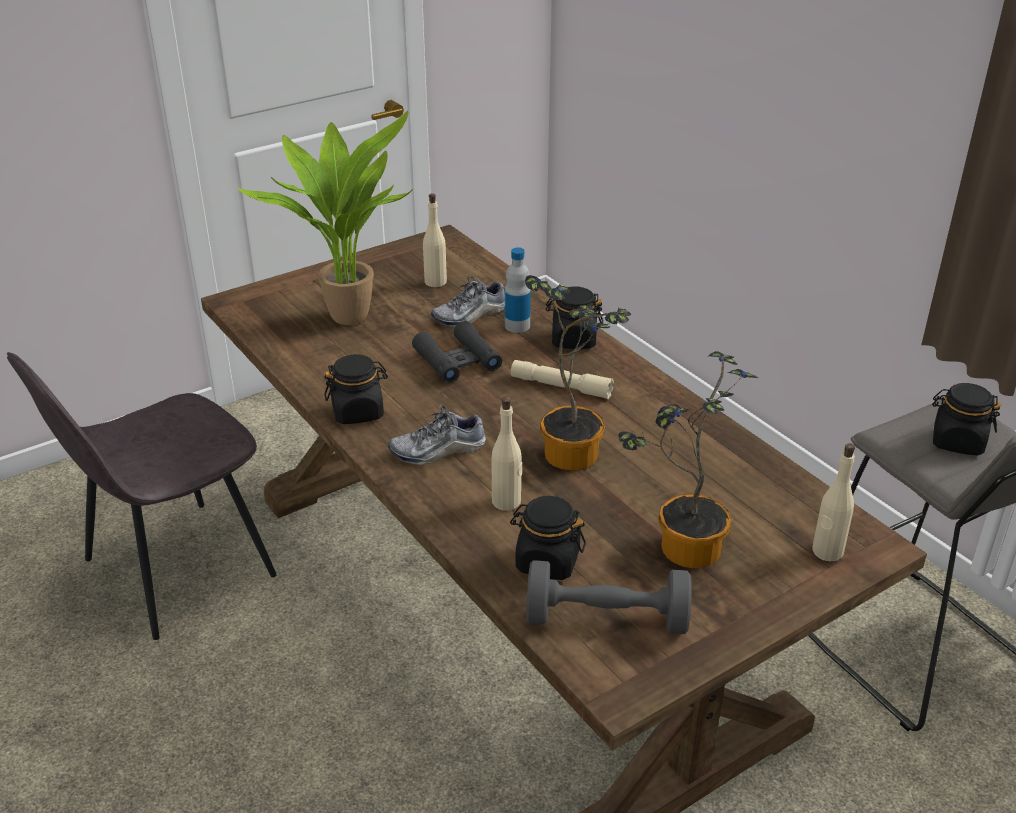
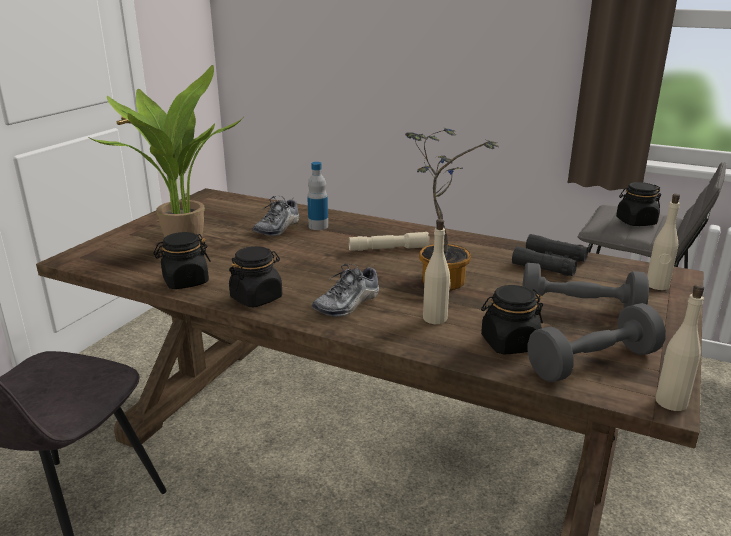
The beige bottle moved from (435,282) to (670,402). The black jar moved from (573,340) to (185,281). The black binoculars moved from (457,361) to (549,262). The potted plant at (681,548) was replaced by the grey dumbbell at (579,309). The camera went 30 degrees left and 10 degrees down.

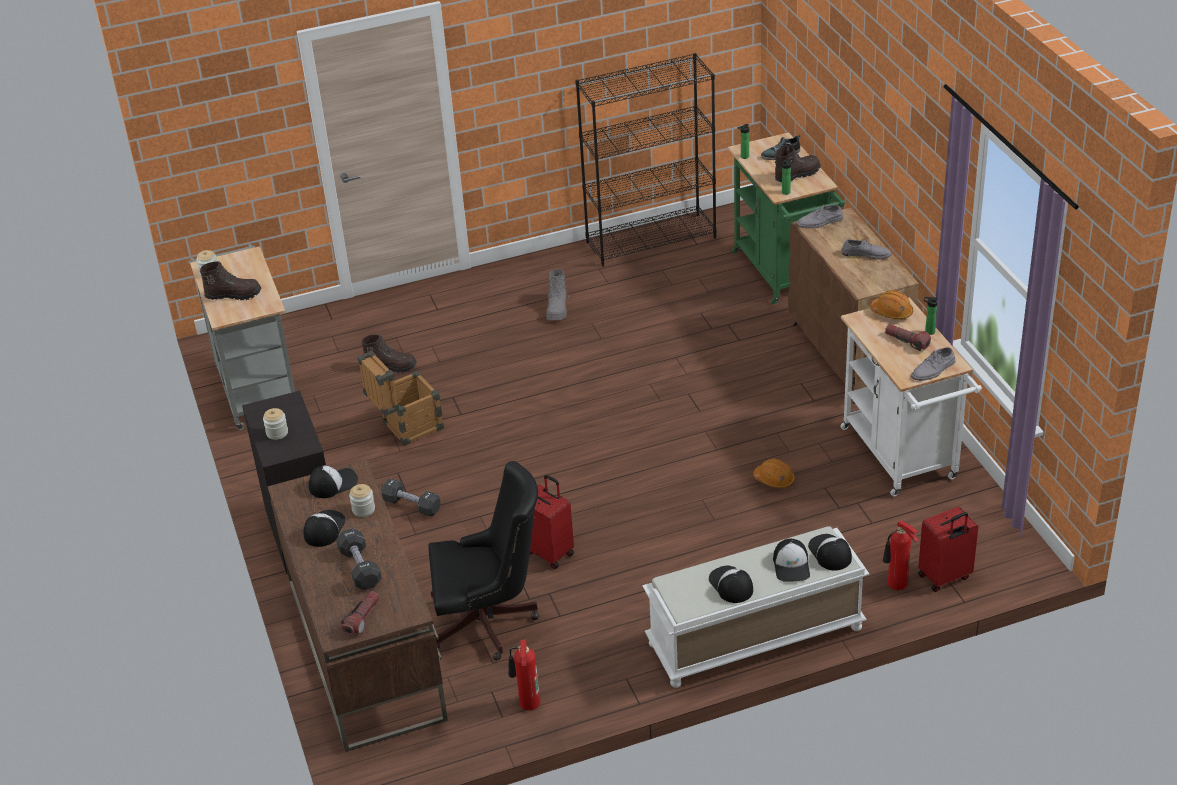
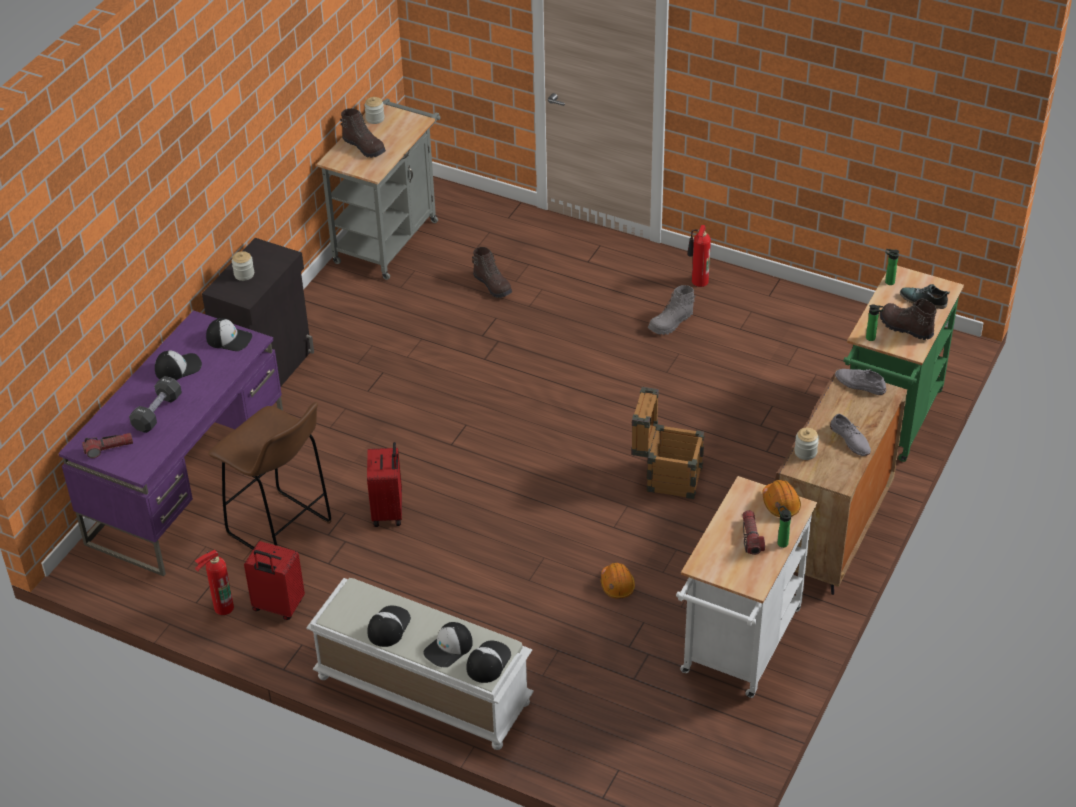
The black bookcase at (651,239) disappeared. The brown boot at (796,175) turned 150 degrees counterclockwise. The grey shoe at (933,370) disappeared. The crate moved from (405,428) to (666,477). The brown desk at (365,650) became the purple desk at (188,485). The black office chair at (489,622) was replaced by the brown stool at (281,530). The black dumbbell at (411,505) disappeared. The jar moved from (363,509) to (805,452). The red suitcase moved from (945,577) to (277,607). The fire extinguisher moved from (897,585) to (698,282). The camera went 45 degrees right and 5 degrees up.

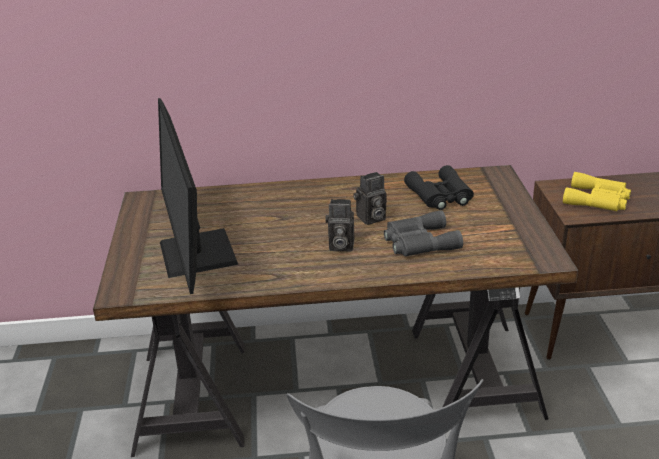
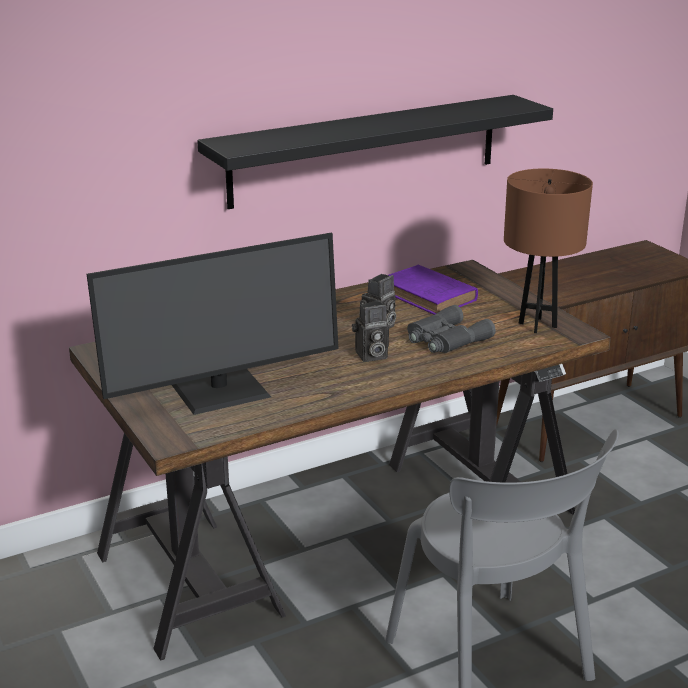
The monitor at (195,253) turned 75 degrees counterclockwise. The black binoculars at (440,196) was replaced by the purple book at (429,296). The yellow binoculars at (598,200) disappeared. The black shelf at (366,150) appeared. The brown table lamp at (537,325) appeared. The camera went 25 degrees left and 5 degrees down.

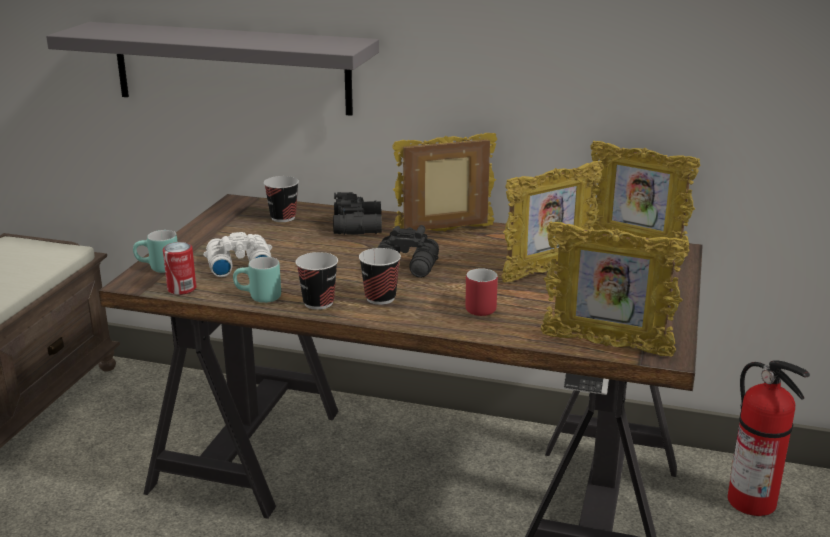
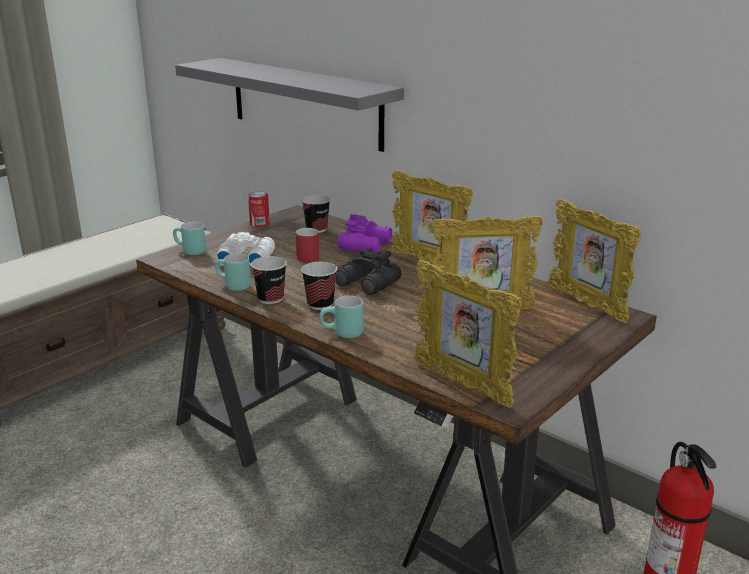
The picture frame at (445,232) turned 150 degrees counterclockwise. The black binoculars at (359,226) became the purple binoculars at (367,245). The can moved from (182,289) to (259,224). The red mug moved from (475,307) to (307,256). The turquoise mug at (342,334) appeared. The camera went 25 degrees right and 0 degrees up.

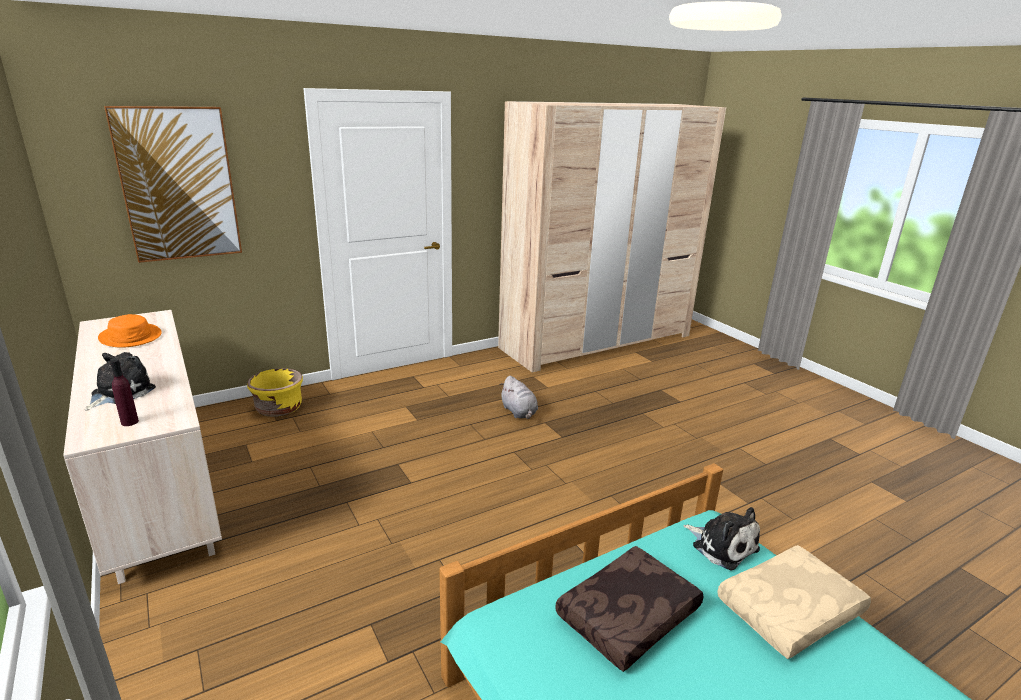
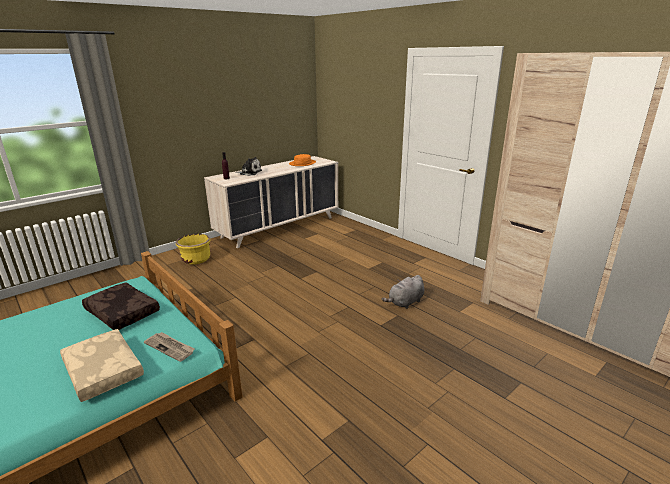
The picture at (178,184) disappeared. The yellow planter moved from (279,409) to (196,260). The plush toy at (722,545) was replaced by the newspaper at (170,347). The camera went 80 degrees right and 0 degrees up.

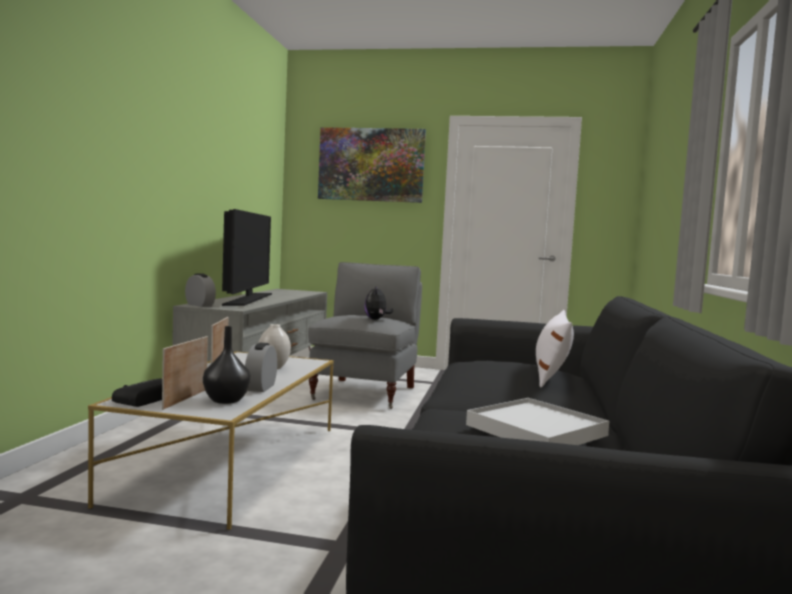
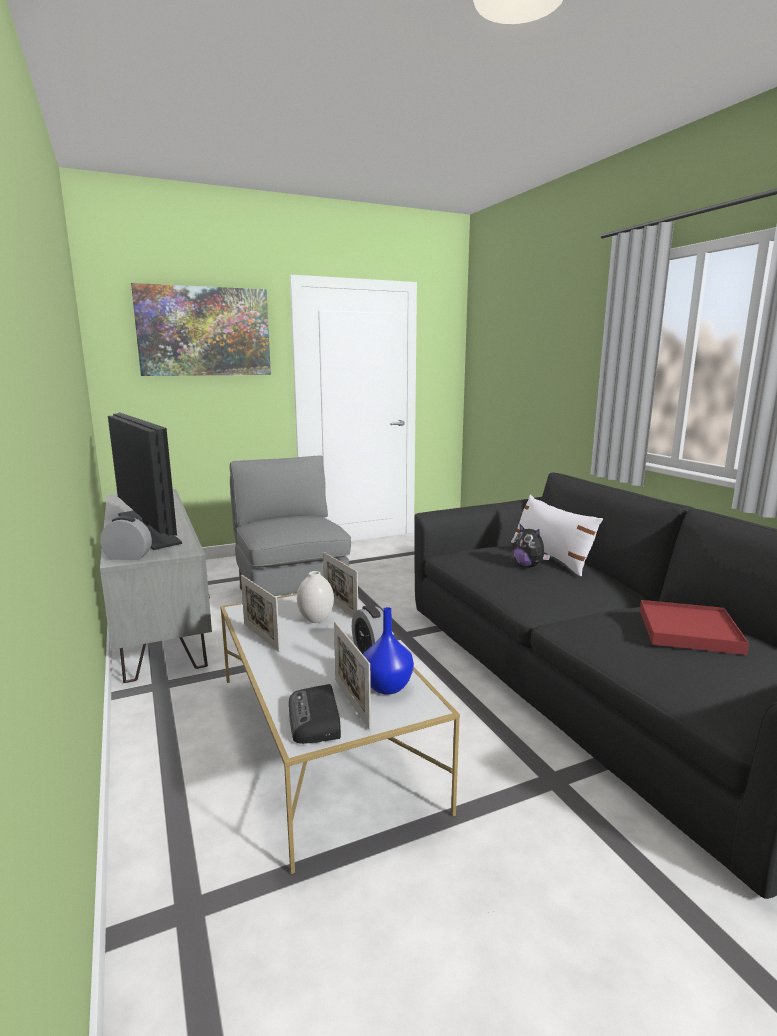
The plush toy moved from (376,319) to (528,566). The black vase at (225,400) became the blue vase at (387,687). The white tray at (535,430) became the red tray at (688,631). The picture frame at (340,608) appeared. The camera went 35 degrees left and 10 degrees up.

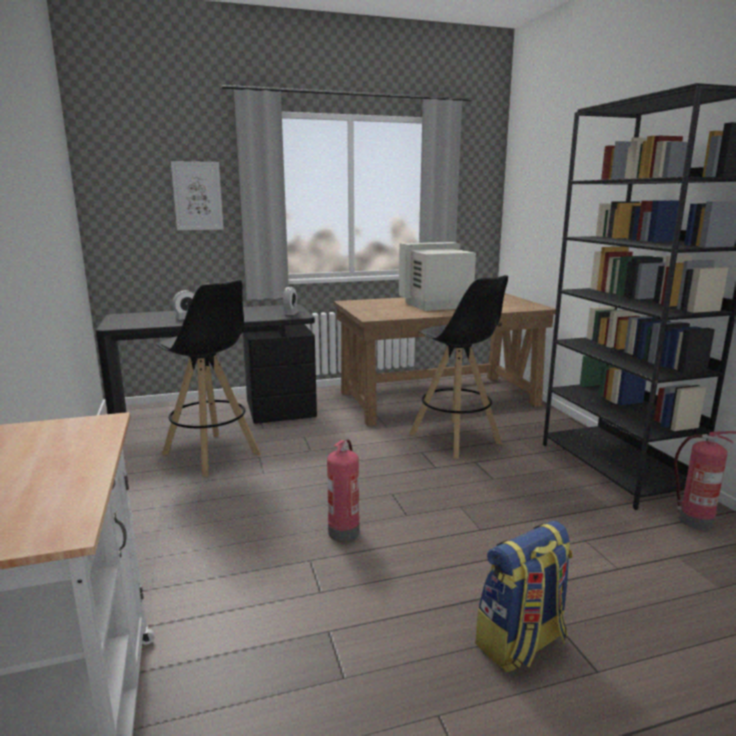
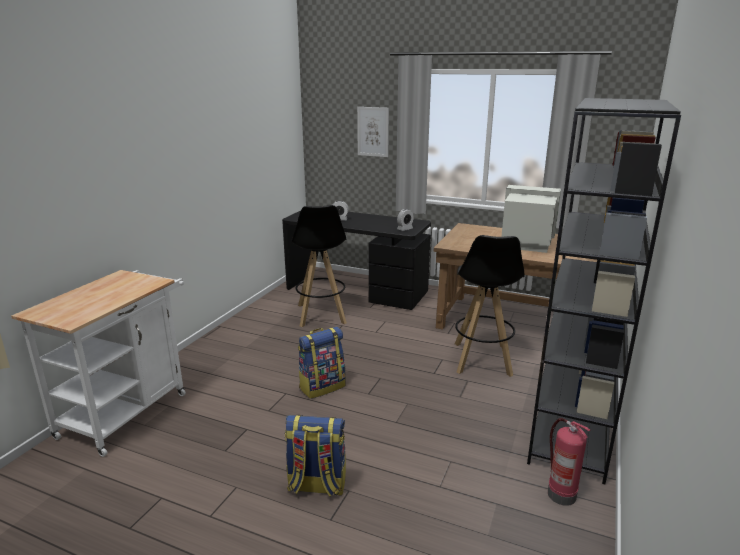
The fire extinguisher at (343,531) was replaced by the backpack at (322,386). The camera went 40 degrees right and 5 degrees up.

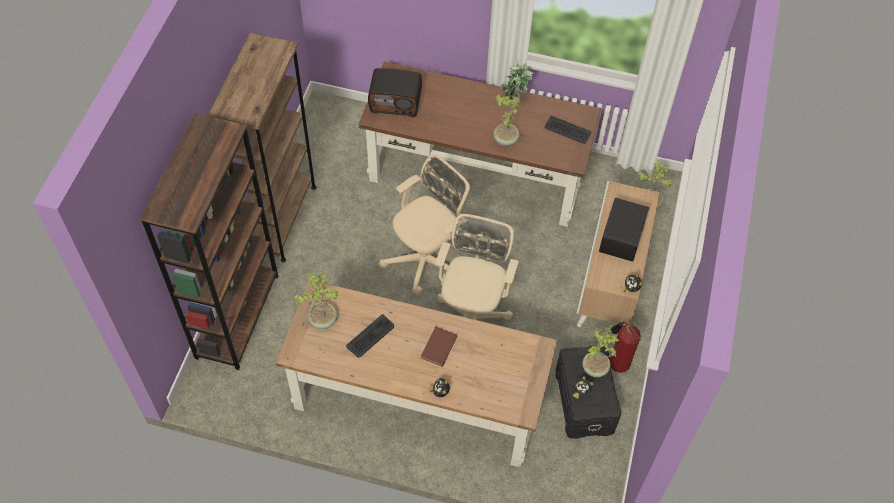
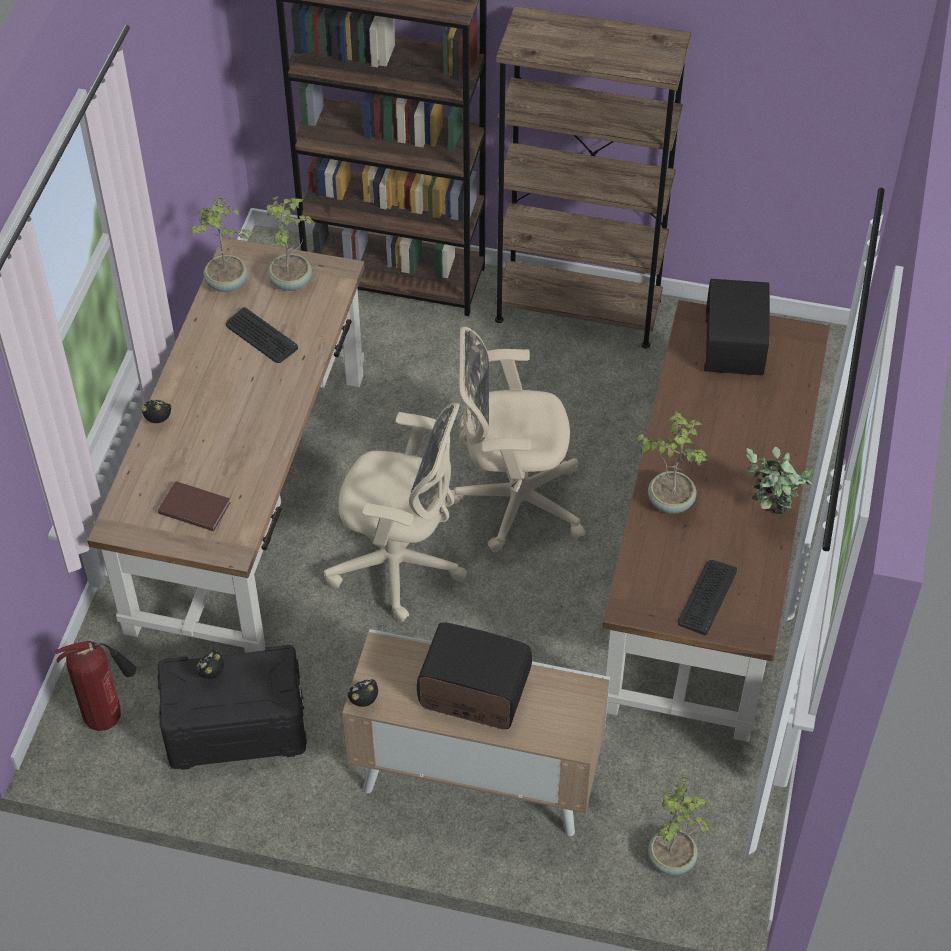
The beige office chair at (427,259) turned 135 degrees clockwise. The fire extinguisher moved from (617,363) to (108,716). The potted plant moved from (596,368) to (227,284). The brown book moved from (437,347) to (194,507). The camera went 90 degrees right and 5 degrees down.

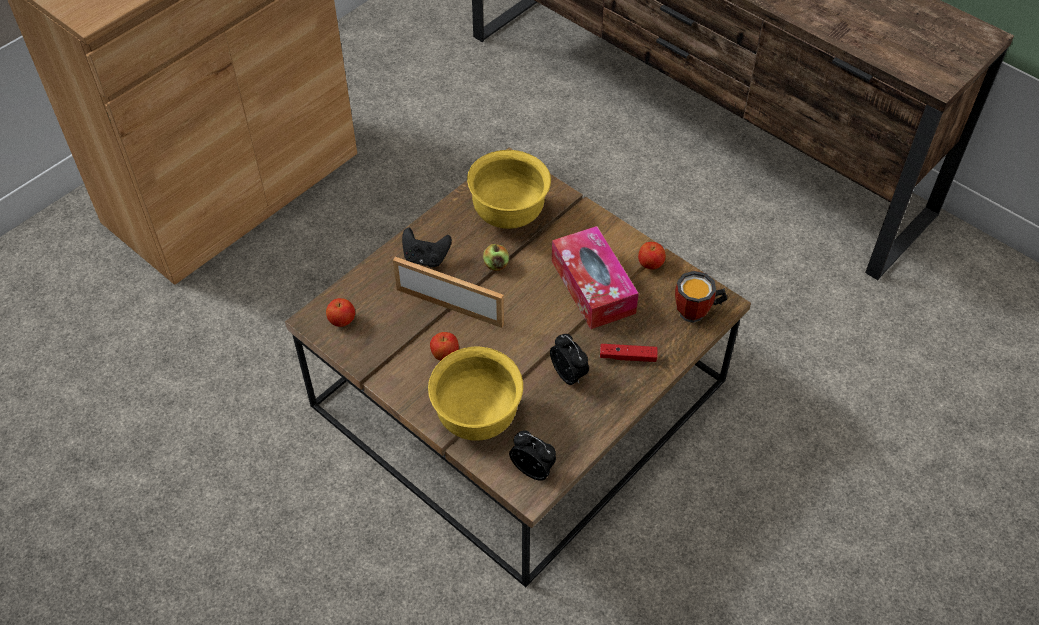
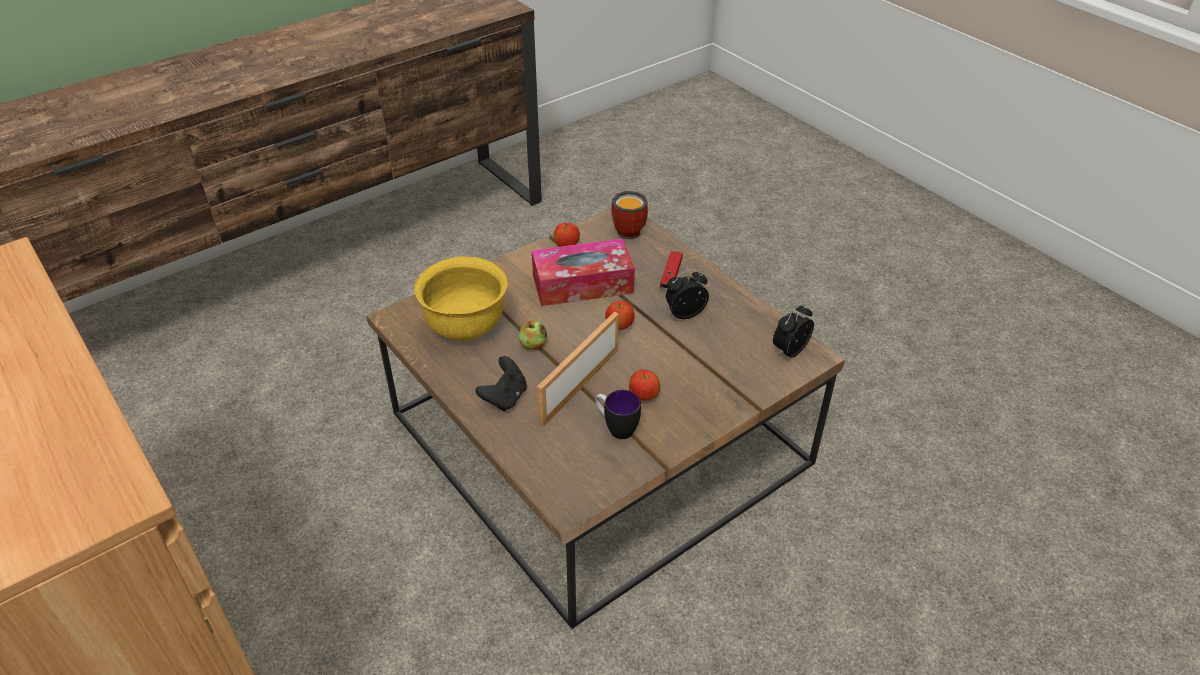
The apple moved from (342,321) to (619,326). The yellow bowl at (477,418) disappeared. The mug at (616,428) appeared. The camera went 80 degrees left and 10 degrees down.

